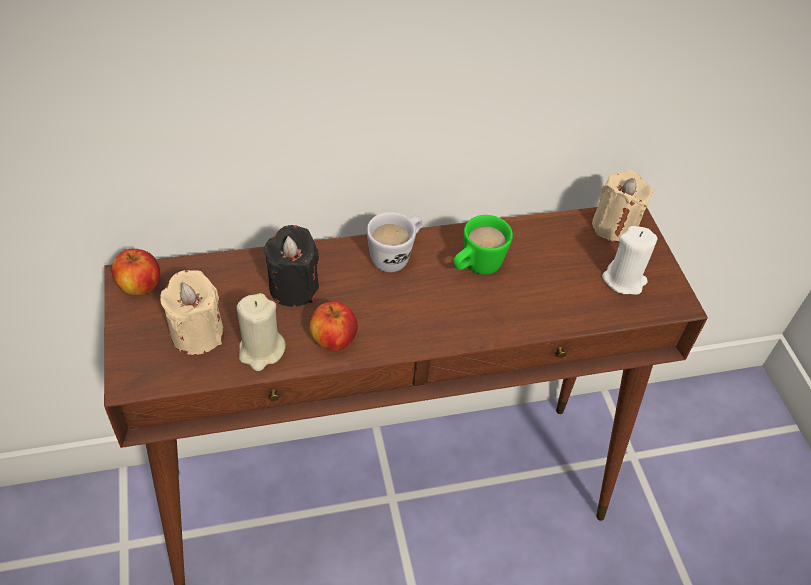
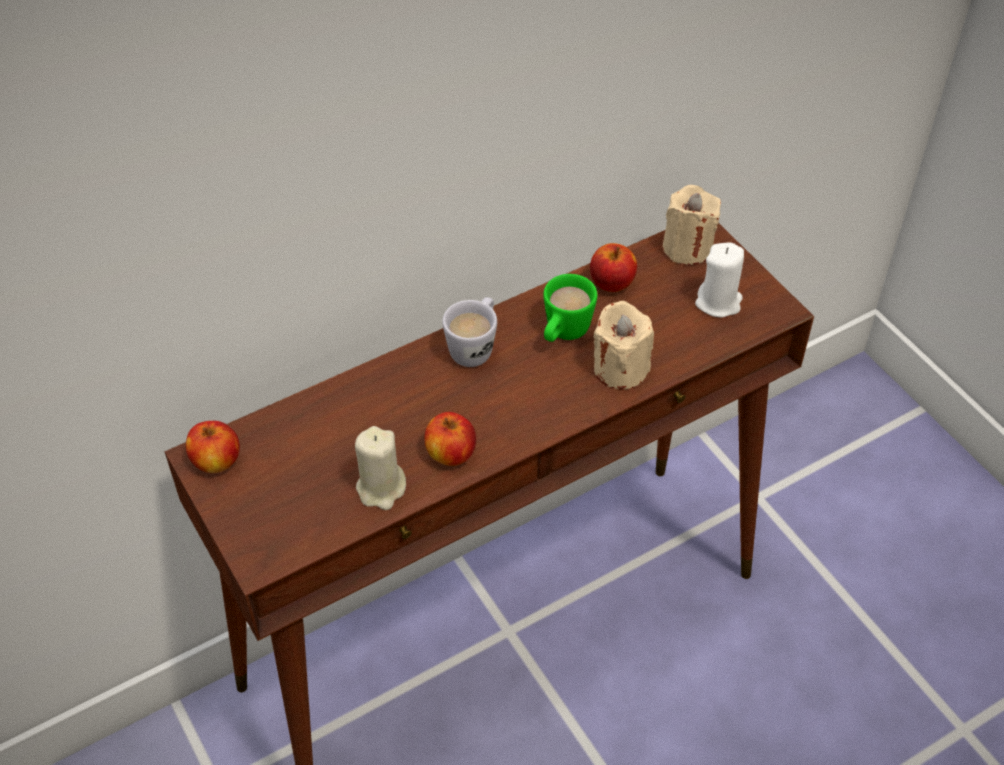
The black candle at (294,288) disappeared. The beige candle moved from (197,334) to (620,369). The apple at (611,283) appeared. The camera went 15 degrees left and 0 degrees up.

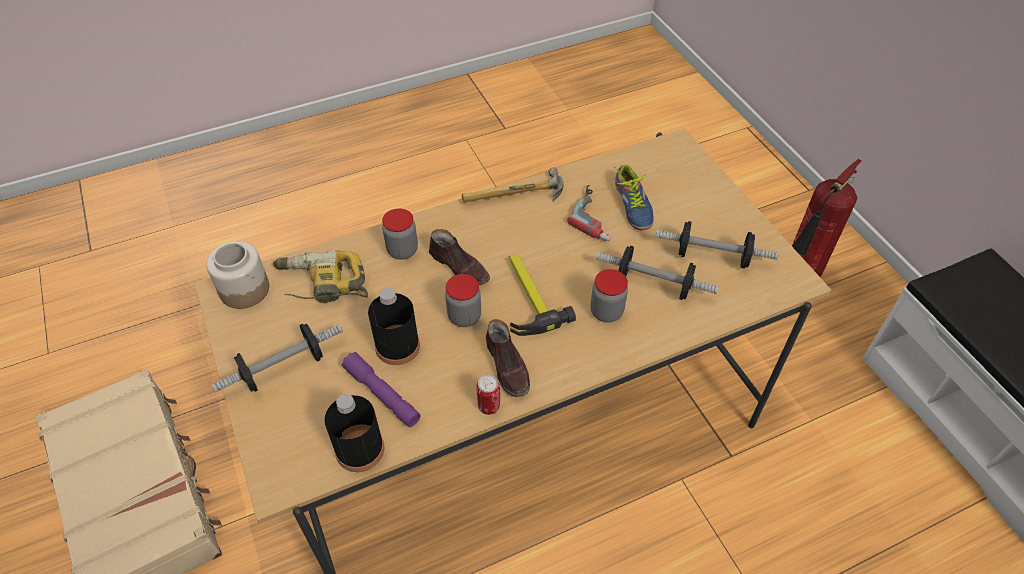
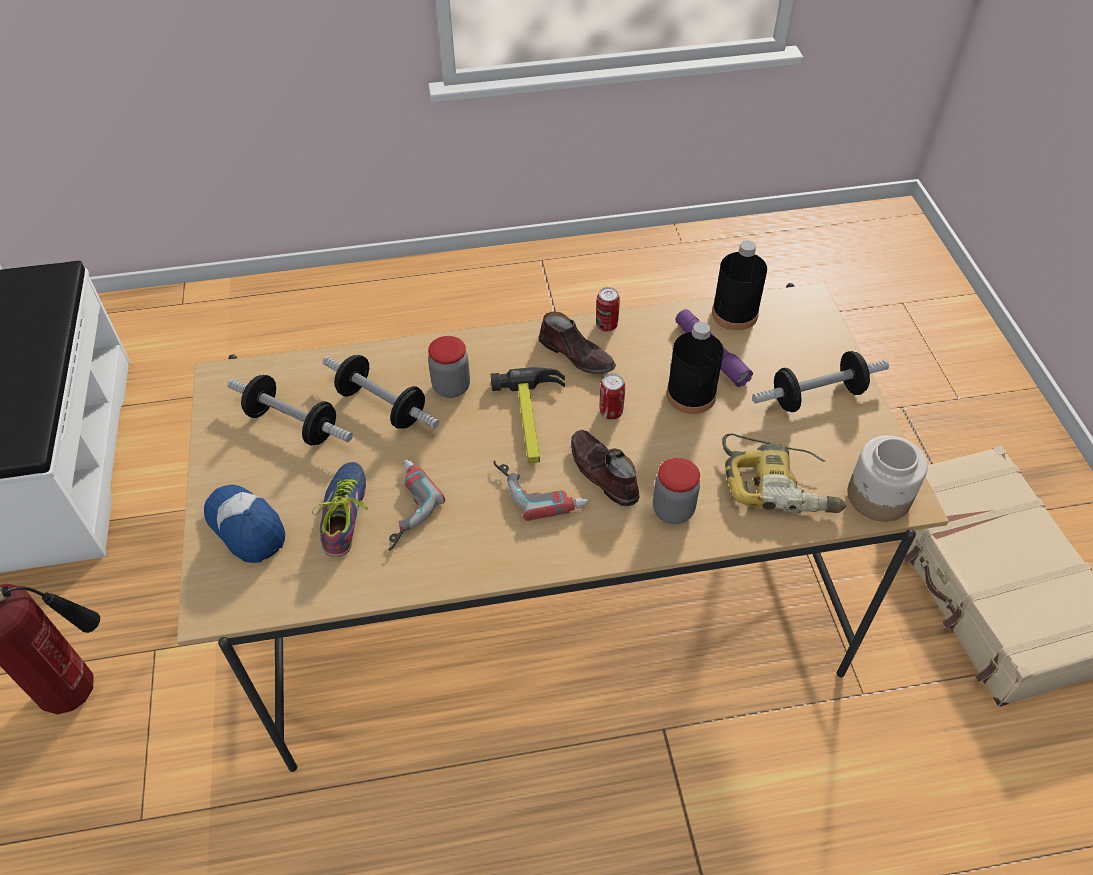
The hammer at (515,198) disappeared. The jar at (464,316) was replaced by the can at (611,412). The brown shoe at (508,366) turned 135 degrees clockwise. The power drill at (540,488) appeared. The cap at (246,527) appeared. The camera went 165 degrees left and 0 degrees up.

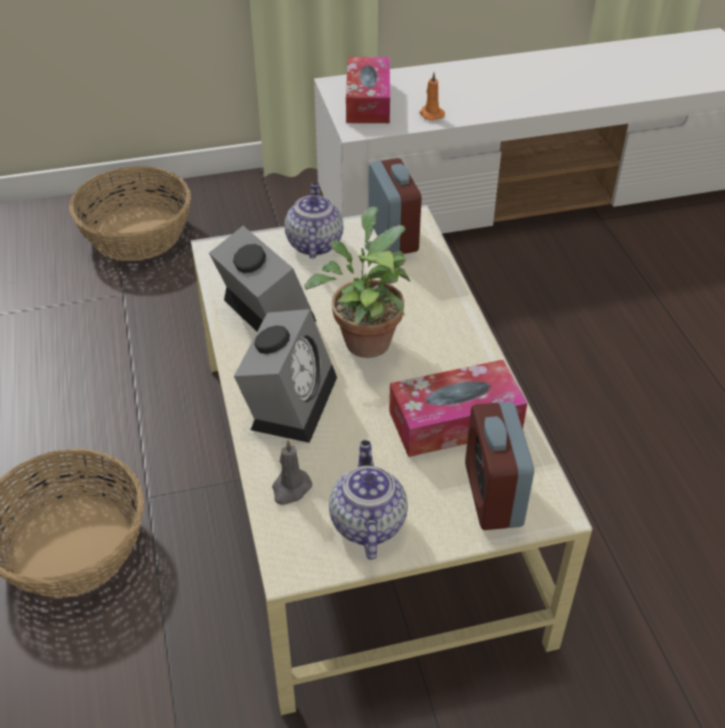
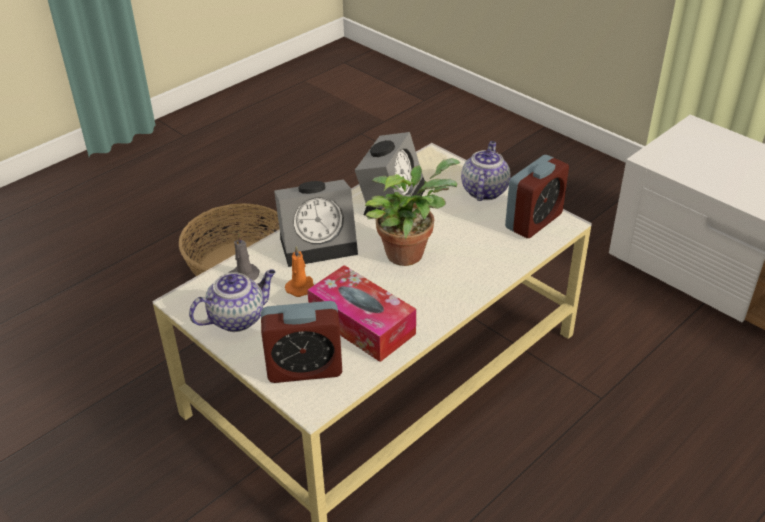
The tissue box at (368,102) disappeared. The orange candle moved from (431,114) to (301,287). The basket at (136,234) disappeared. The teapot at (314,243) turned 45 degrees counterclockwise. The alarm clock at (493,494) turned 150 degrees counterclockwise. The camera went 60 degrees right and 5 degrees down.

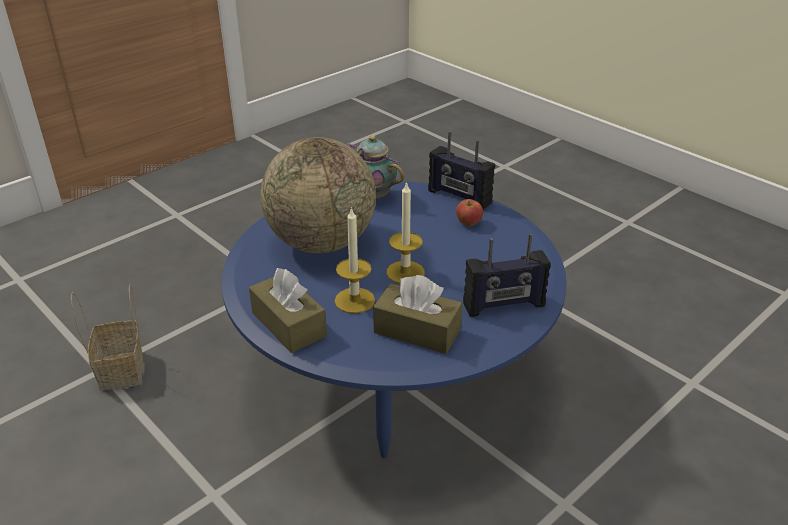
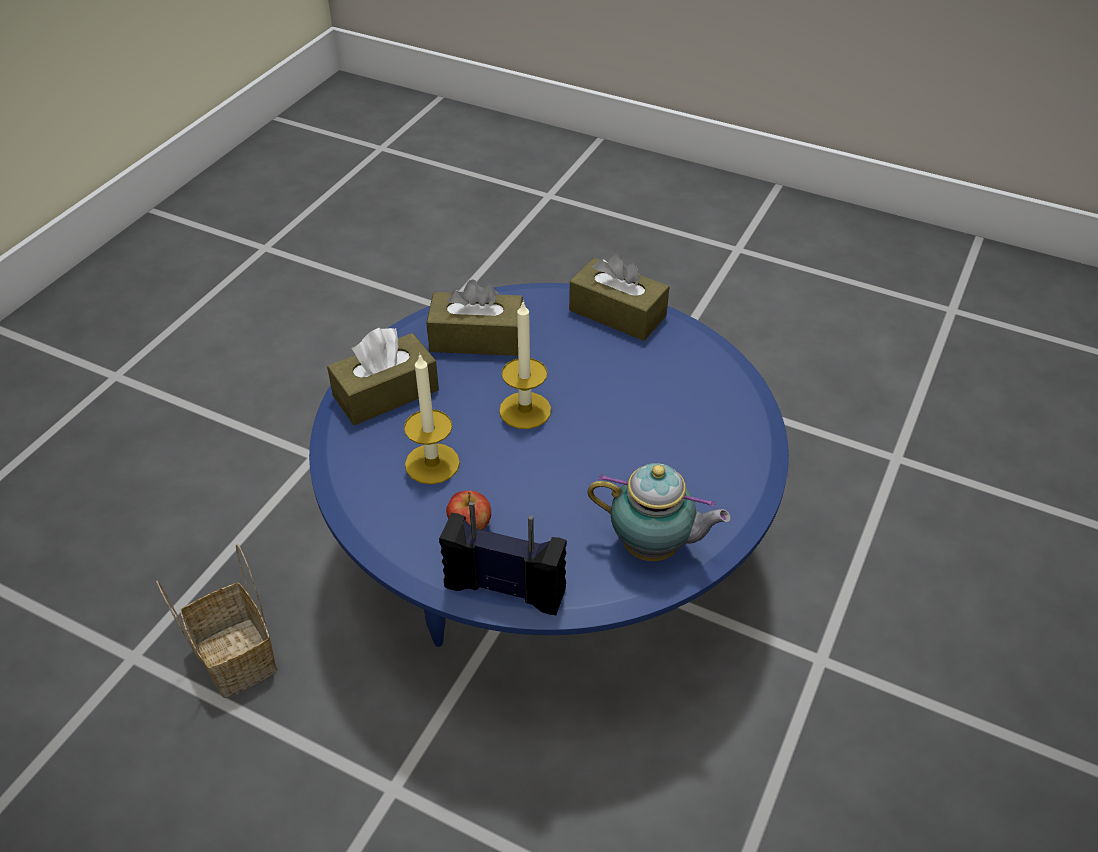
The globe at (321,243) disappeared. The candle moved from (354,300) to (432,463). The radio at (504,305) was replaced by the brown tissue box at (386,393). The basket moved from (122,371) to (234,656). The camera went 160 degrees right and 10 degrees up.

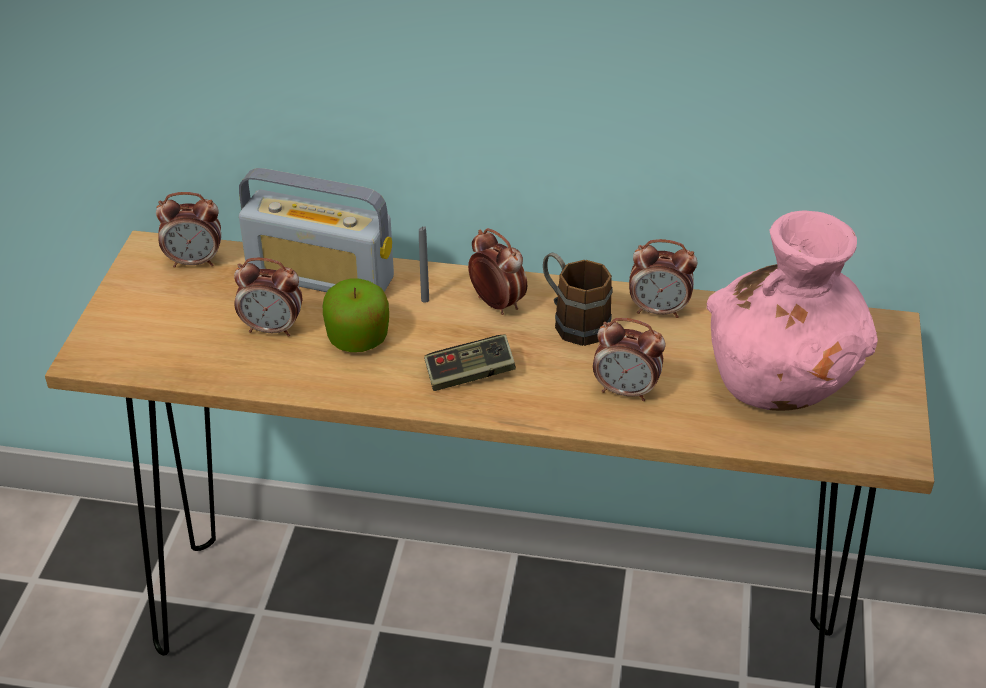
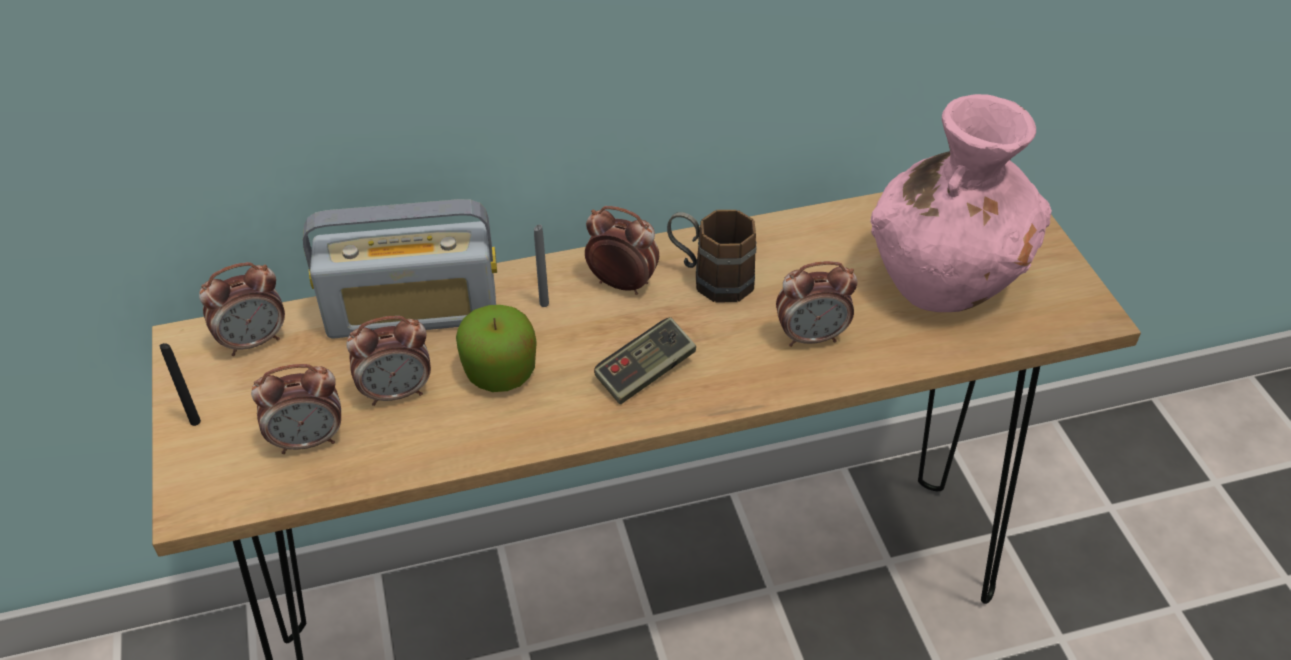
The alarm clock moved from (659,310) to (309,440). The black candle at (195,422) appeared. The camera went 25 degrees left and 5 degrees up.

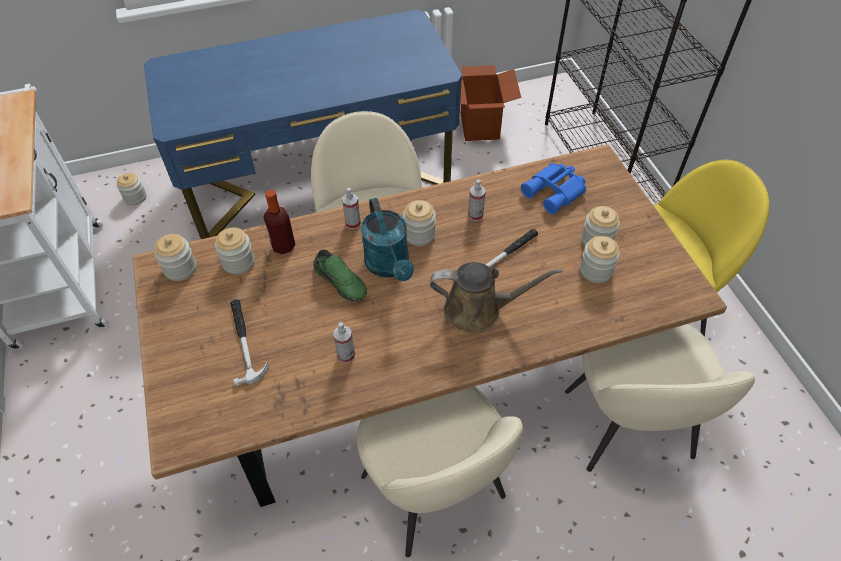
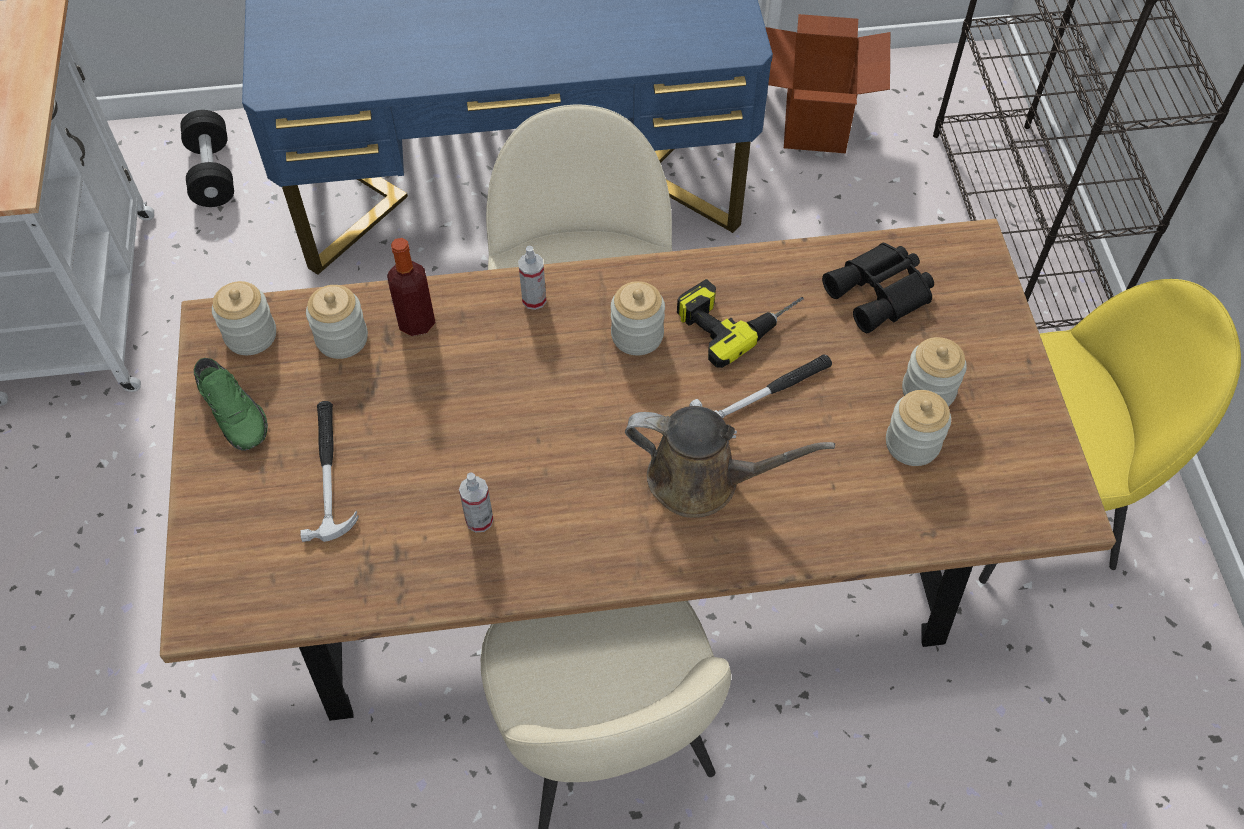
The blue binoculars at (555,192) became the black binoculars at (881,294). The jar at (135,197) was replaced by the black dumbbell at (212,173). The spray bottle at (475,215) was replaced by the power drill at (736,315). The turquoise watering can at (389,266) disappeared. The green shoe moved from (341,281) to (235,411). The beige chair at (629,427) disappeared. The camera went 10 degrees right and 5 degrees up.

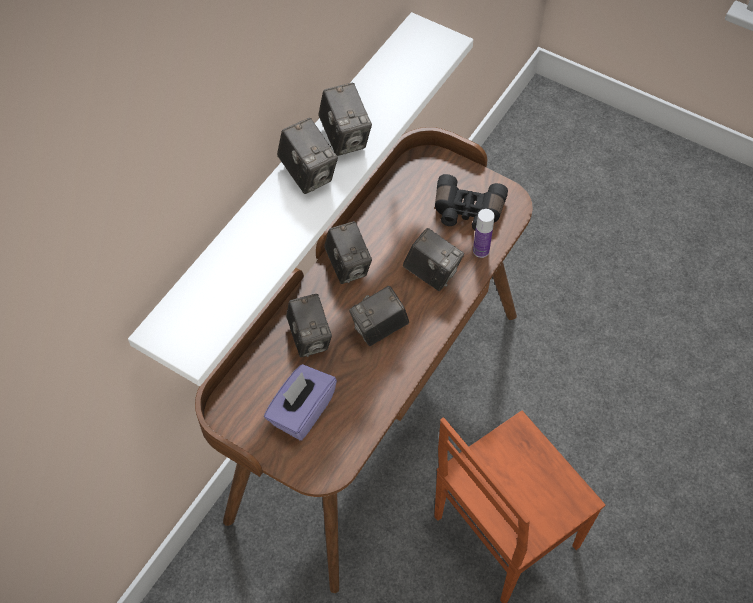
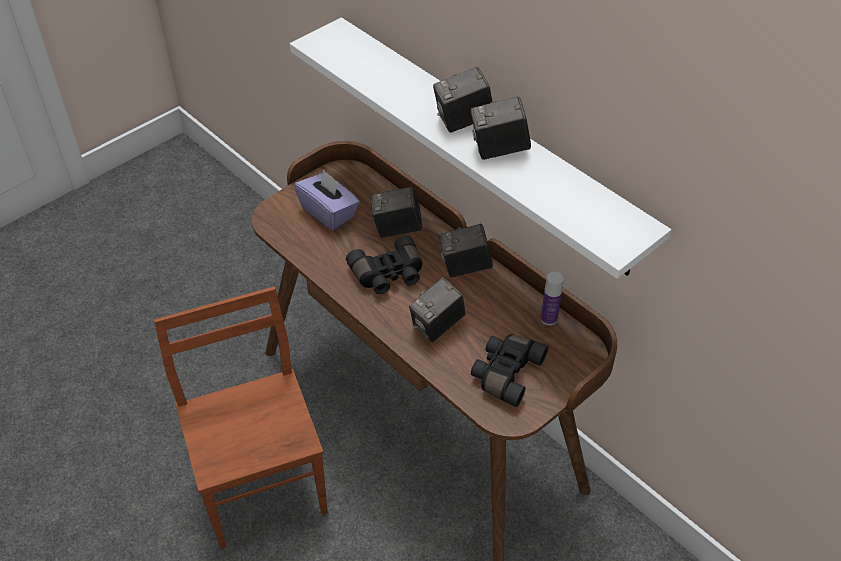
The bottle moved from (481,251) to (549,318). The photo camera at (379,329) was replaced by the black binoculars at (388,275). The camera went 105 degrees right and 10 degrees down.

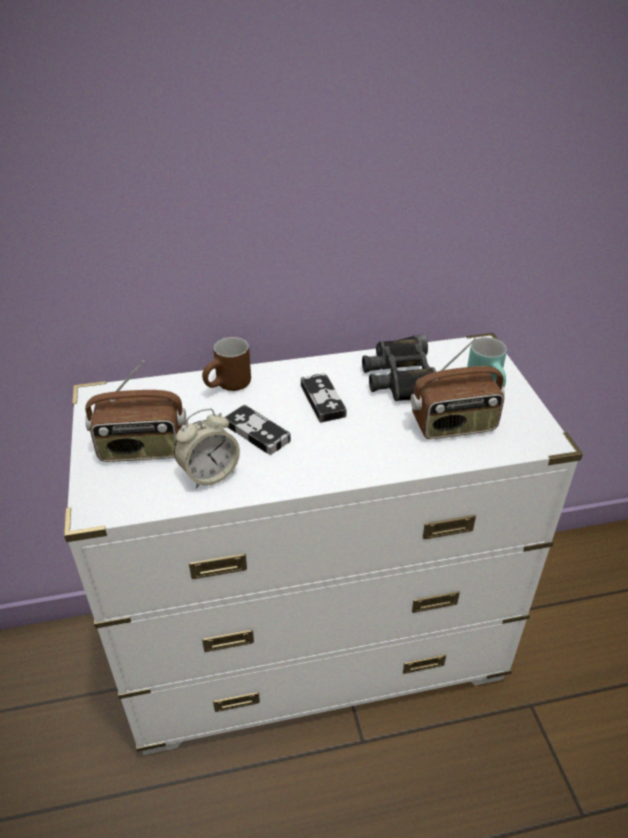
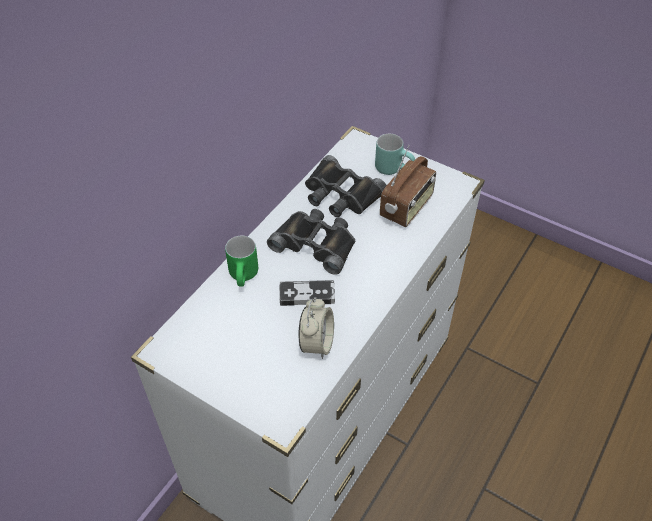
The brown mug at (229,387) became the green mug at (245,277). The radio at (142,449) disappeared. The game controller at (322,400) was replaced by the black binoculars at (316,244). The camera went 45 degrees left and 10 degrees up.

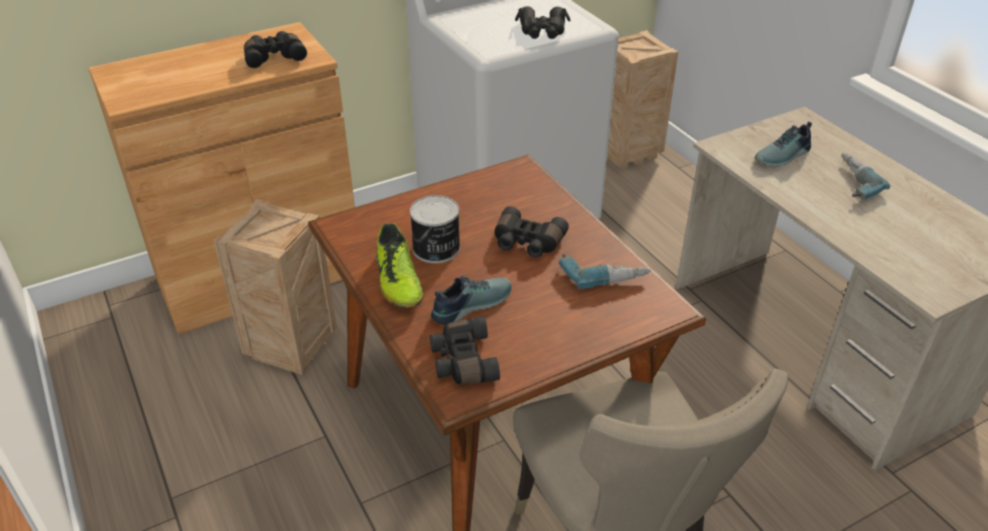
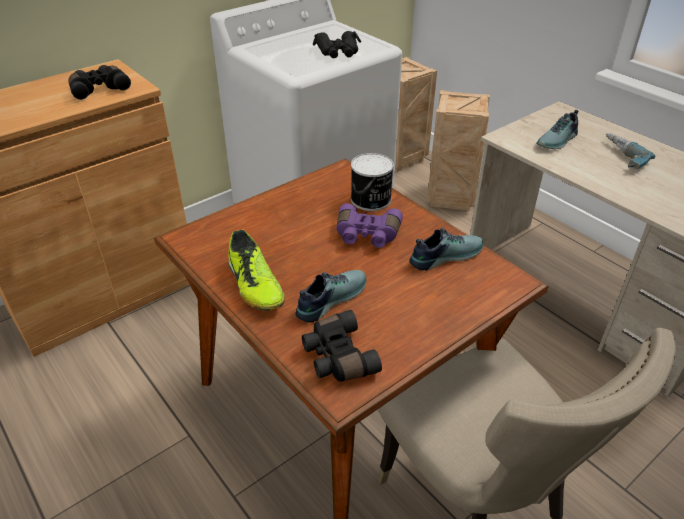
The can moved from (436,249) to (371,200). The crate moved from (292,350) to (451,198). The black binoculars at (527,243) became the purple binoculars at (366,235). The power drill at (603,273) was replaced by the shoe at (444,255). The camera went 10 degrees left and 0 degrees up.

